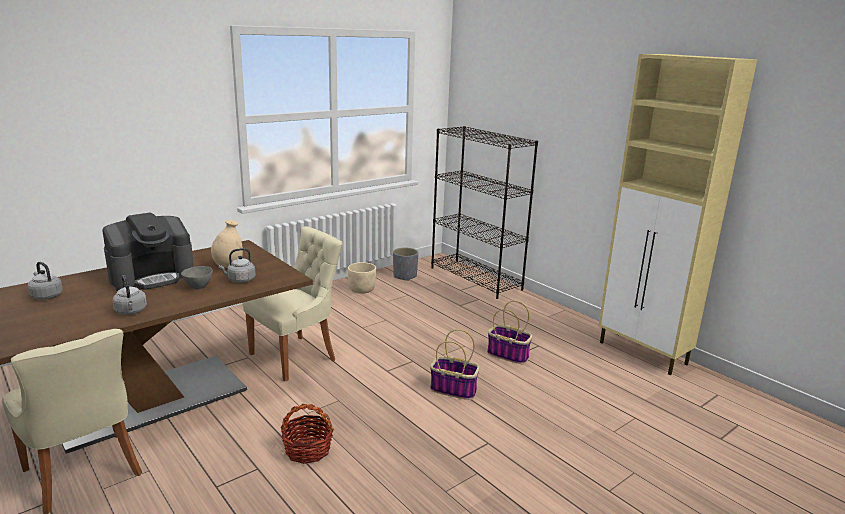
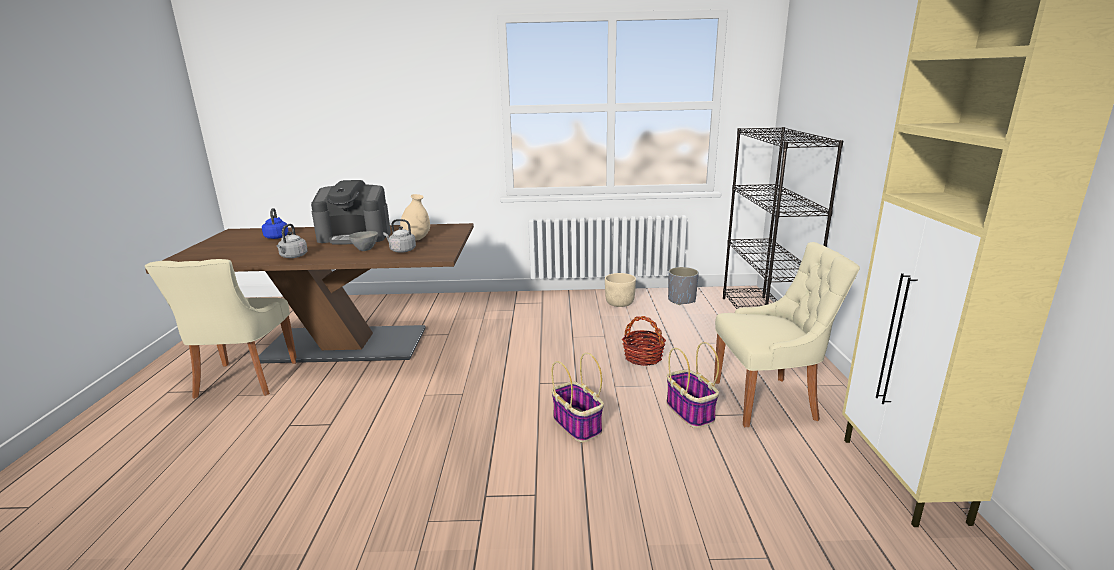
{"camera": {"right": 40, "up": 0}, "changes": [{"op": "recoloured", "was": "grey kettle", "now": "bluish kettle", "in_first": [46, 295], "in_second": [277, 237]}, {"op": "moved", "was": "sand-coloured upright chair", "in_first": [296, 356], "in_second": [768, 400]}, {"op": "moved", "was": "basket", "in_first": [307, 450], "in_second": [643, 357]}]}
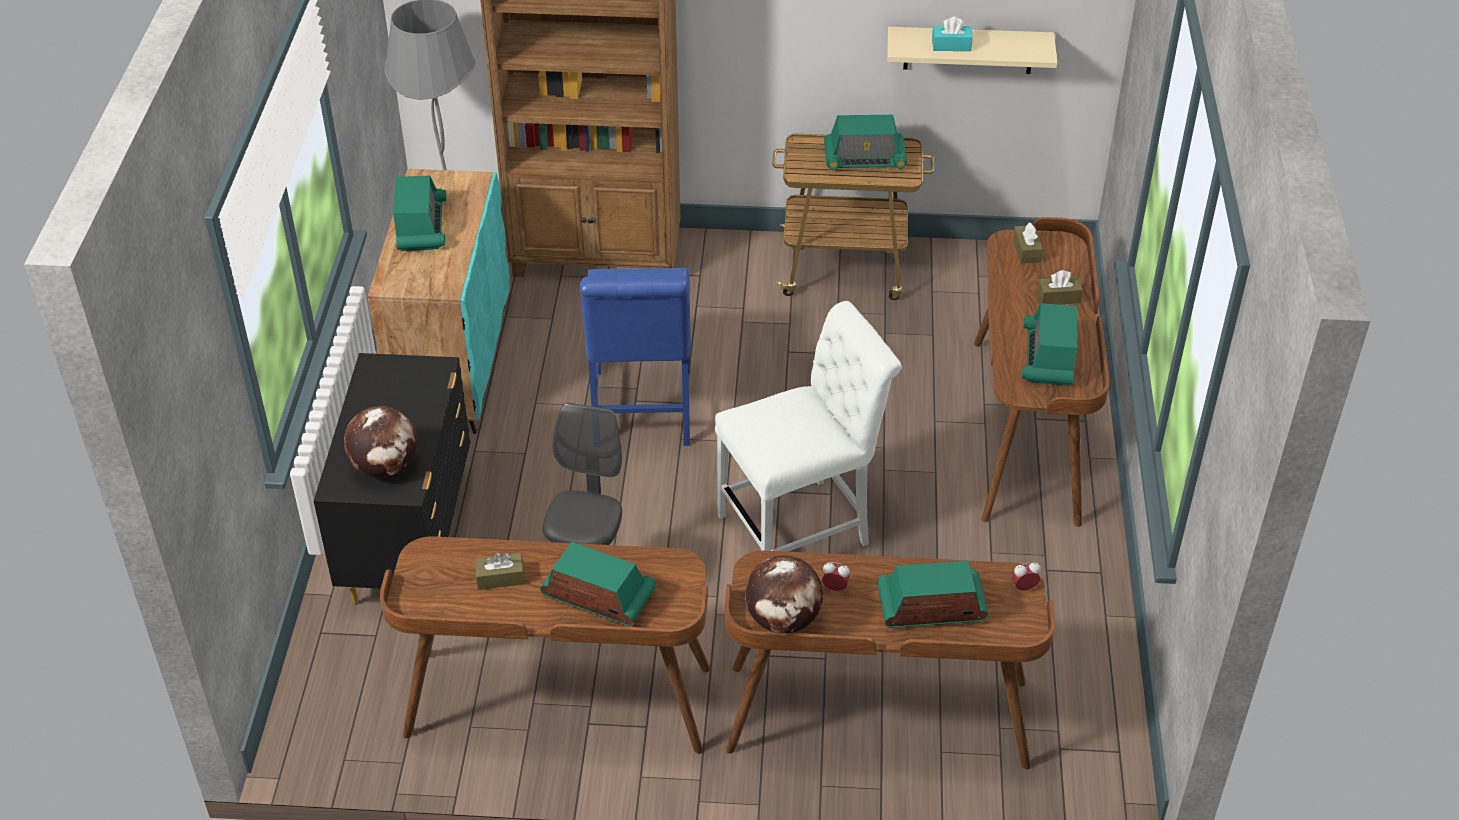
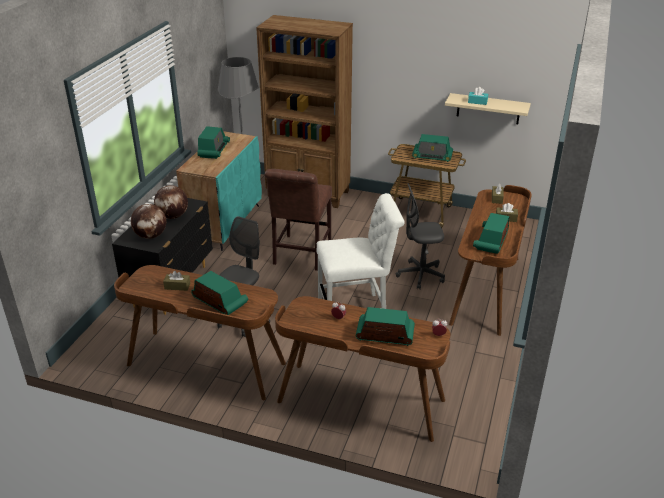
{"camera": {"right": 15, "up": -10}, "changes": [{"op": "recoloured", "was": "bluish upright chair", "now": "brown upright chair", "in_first": [641, 413], "in_second": [300, 254]}, {"op": "moved", "was": "desk globe", "in_first": [783, 620], "in_second": [173, 216]}, {"op": "added", "now": "grey desk chair", "in_second": [420, 275]}]}
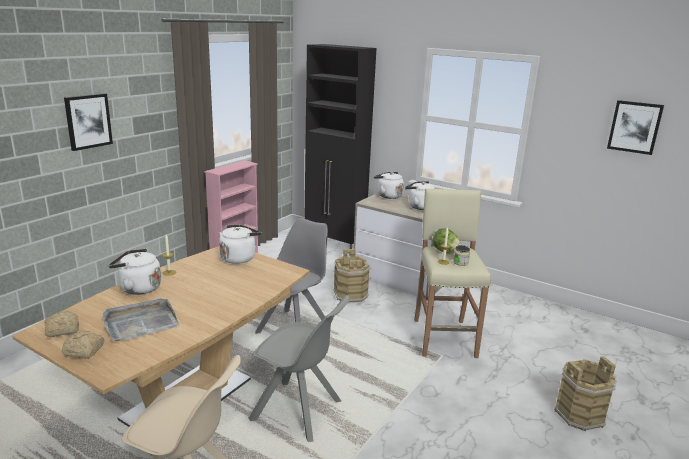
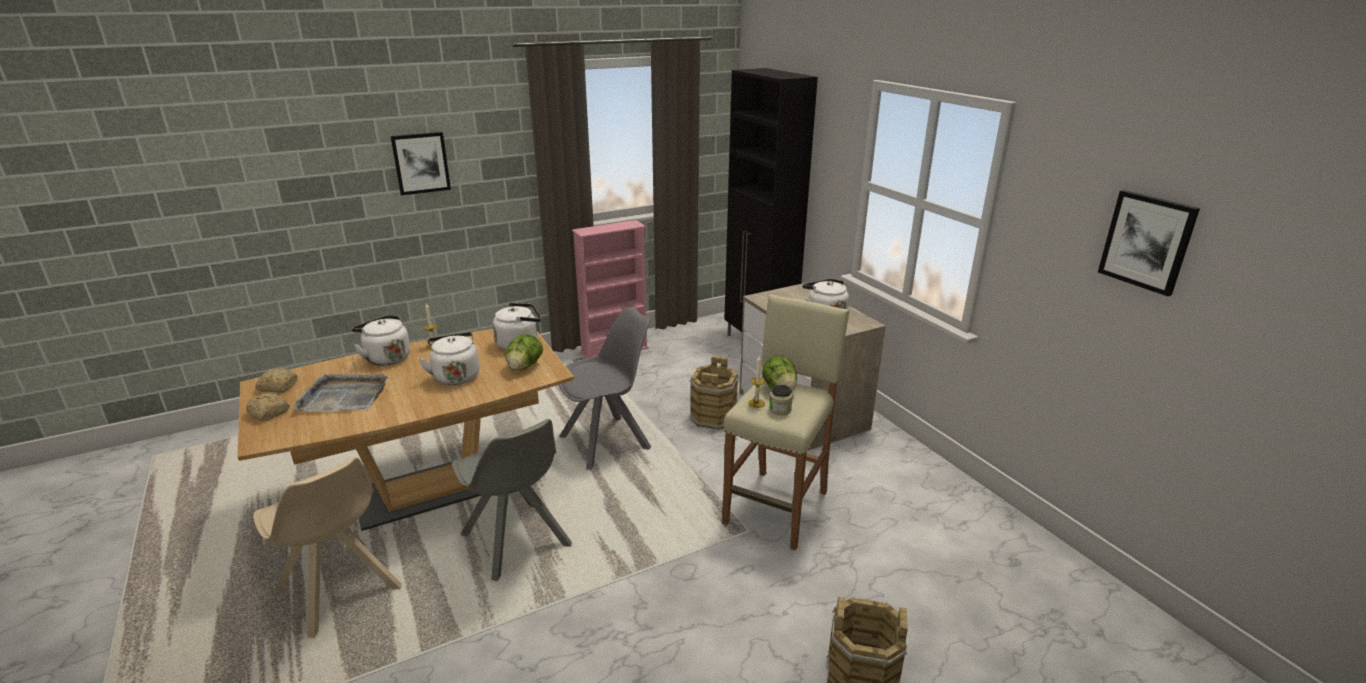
{"camera": {"right": 30, "up": 5}, "changes": [{"op": "moved", "was": "white kettle", "in_first": [388, 196], "in_second": [456, 376]}, {"op": "added", "now": "lettuce", "in_second": [524, 367]}]}
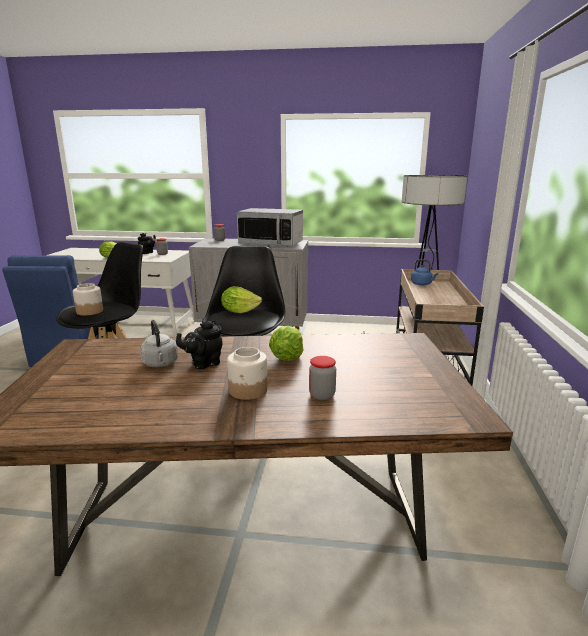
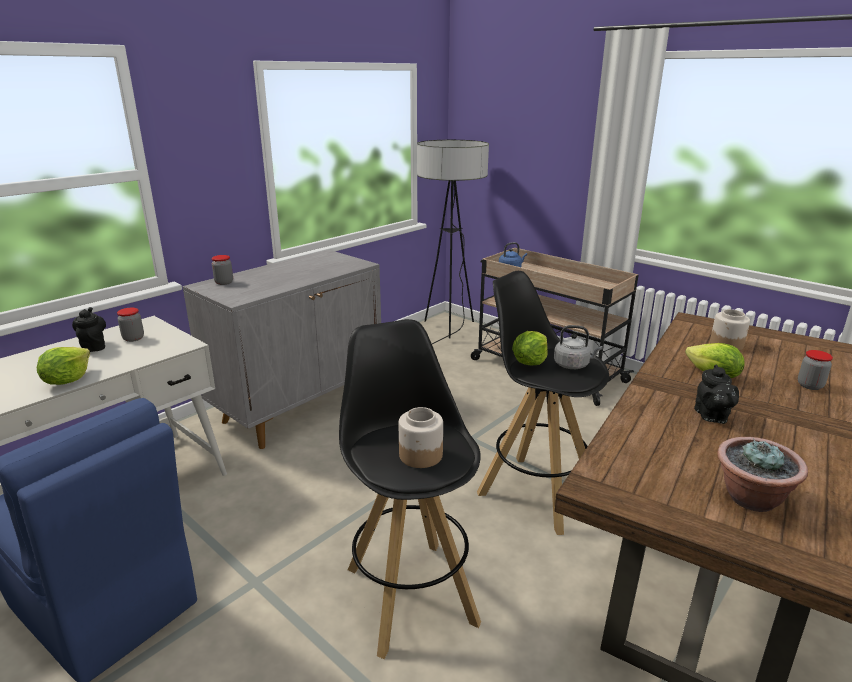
{"camera": {"right": -55, "up": 5}, "changes": [{"op": "moved", "was": "grey kettle", "in_first": [160, 364], "in_second": [573, 365]}, {"op": "moved", "was": "preserve jar", "in_first": [248, 390], "in_second": [727, 344]}, {"op": "removed", "was": "microwave oven", "in_first": [271, 243]}, {"op": "added", "now": "houseplant", "in_second": [751, 499]}]}
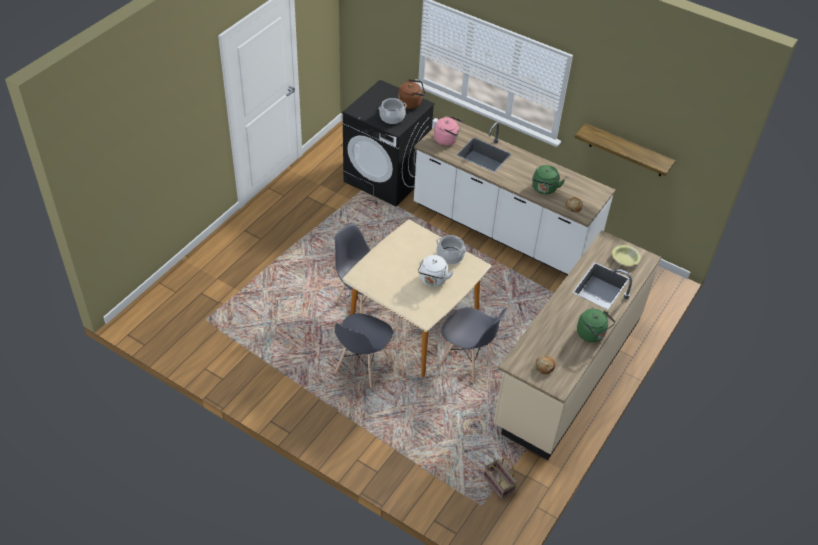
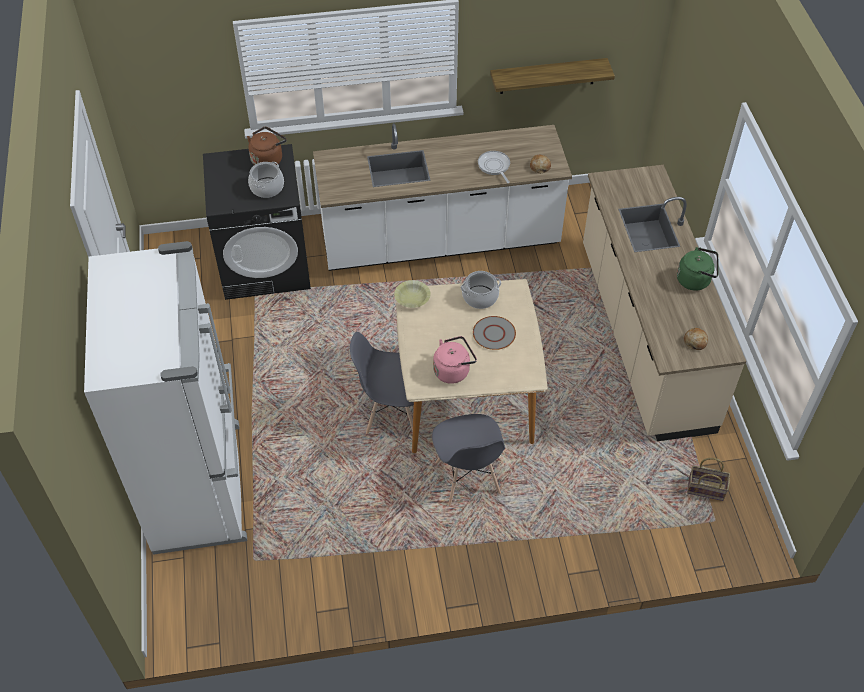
{"camera": {"right": -40, "up": 5}, "changes": [{"op": "replaced", "was": "white kettle", "now": "grey plate", "in_first": [433, 280], "in_second": [494, 334]}, {"op": "moved", "was": "pink kettle", "in_first": [447, 140], "in_second": [453, 370]}, {"op": "removed", "was": "grey upright chair", "in_first": [467, 360]}, {"op": "replaced", "was": "green kettle", "now": "skillet", "in_first": [544, 189], "in_second": [494, 166]}, {"op": "moved", "was": "yellow bowl", "in_first": [625, 259], "in_second": [412, 298]}, {"op": "added", "now": "white kitchen fridge", "in_second": [200, 485]}]}
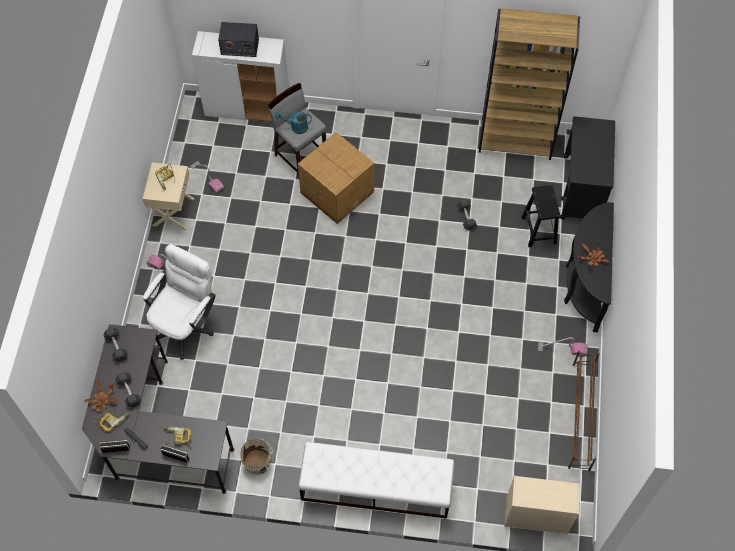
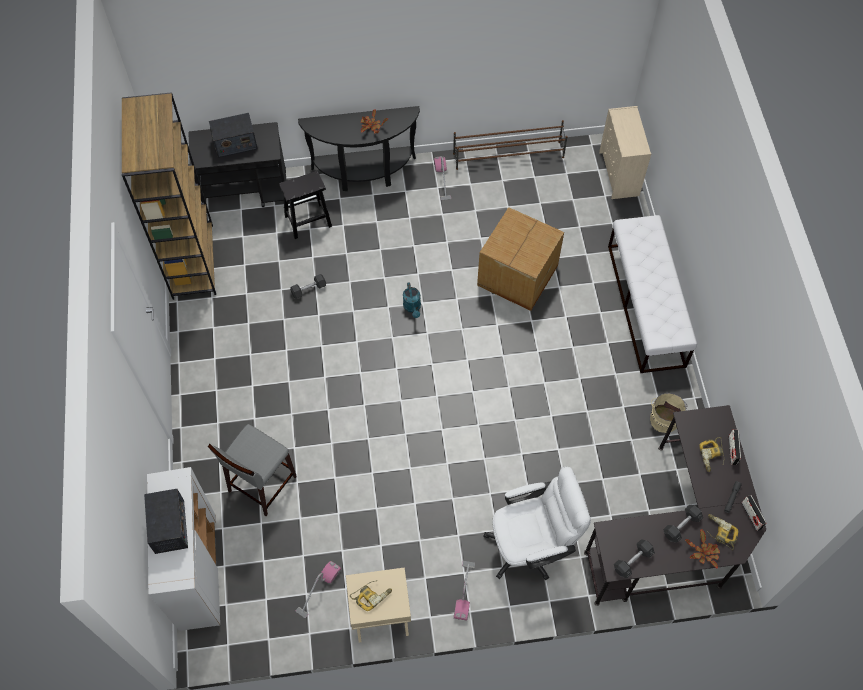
{"camera": {"right": -105, "up": 0}, "changes": [{"op": "turned", "was": "white desk chair", "in_first": [186, 324], "in_second": [531, 545], "clockwise": 150}, {"op": "moved", "was": "turquoise-coloured sprinkling can", "in_first": [296, 127], "in_second": [412, 308]}, {"op": "moved", "was": "packing box", "in_first": [337, 191], "in_second": [516, 276]}, {"op": "added", "now": "radio receiver", "in_second": [235, 143]}]}
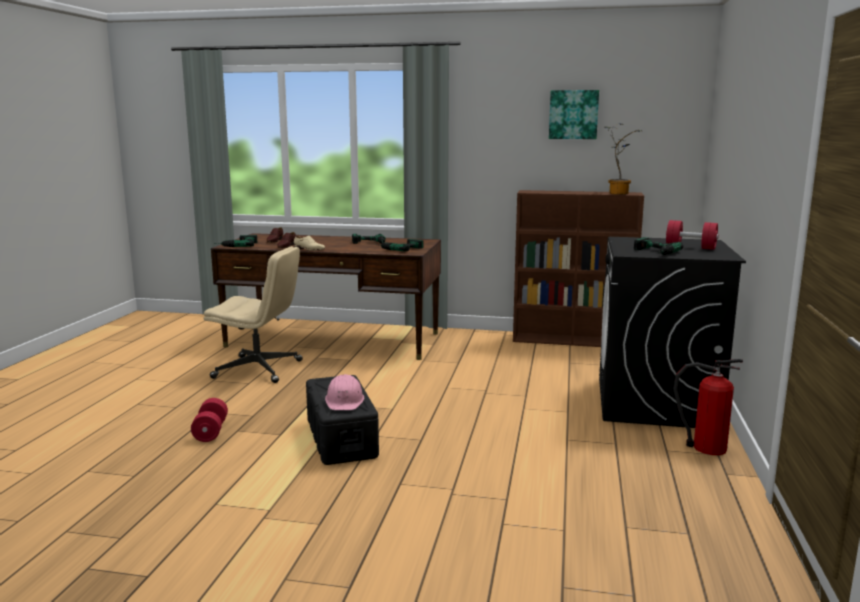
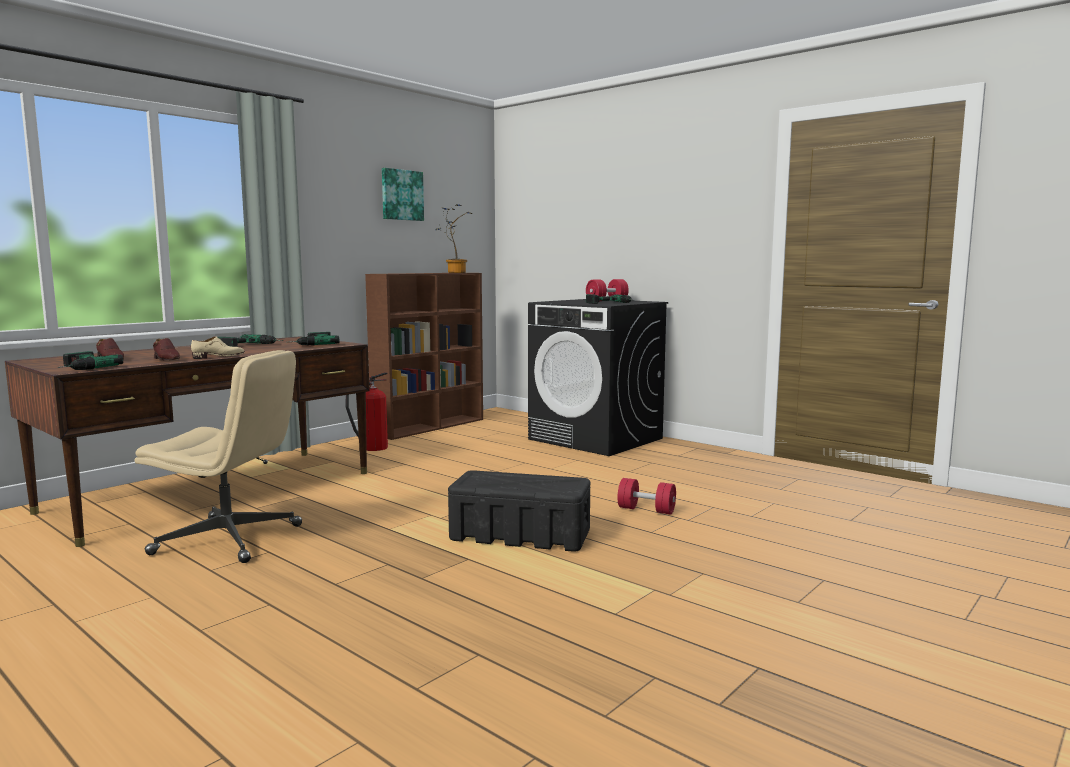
{"camera": {"right": -60, "up": -5}, "changes": [{"op": "moved", "was": "reddish free weight", "in_first": [210, 431], "in_second": [646, 510]}, {"op": "turned", "was": "sand-coloured desk chair", "in_first": [259, 369], "in_second": [230, 539], "clockwise": 60}, {"op": "removed", "was": "pink hard hat", "in_first": [344, 400]}, {"op": "moved", "was": "fire-fighting cylinder", "in_first": [706, 448], "in_second": [372, 448]}]}
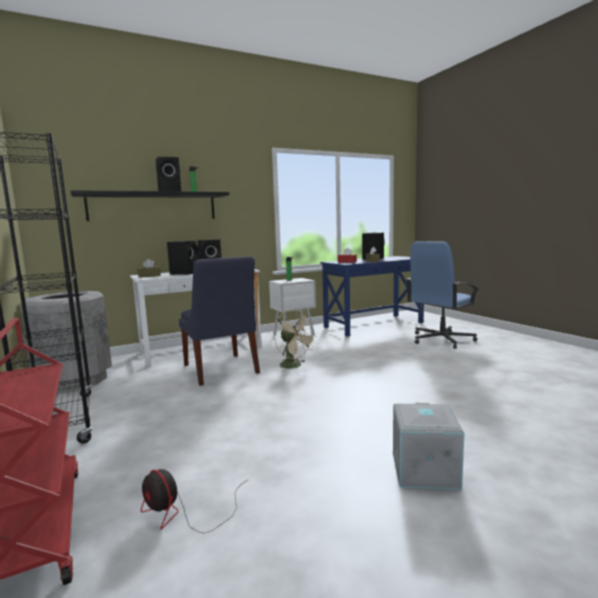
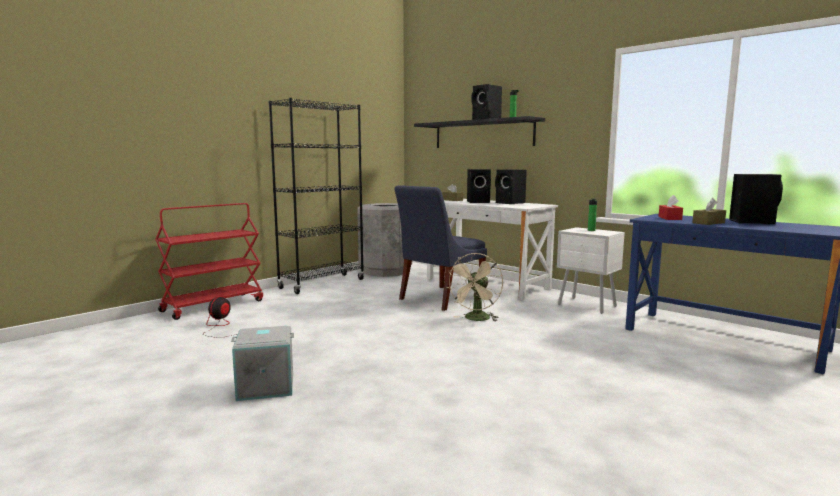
{"camera": {"right": 70, "up": 0}, "changes": [{"op": "removed", "was": "bluish desk chair", "in_first": [441, 340]}]}
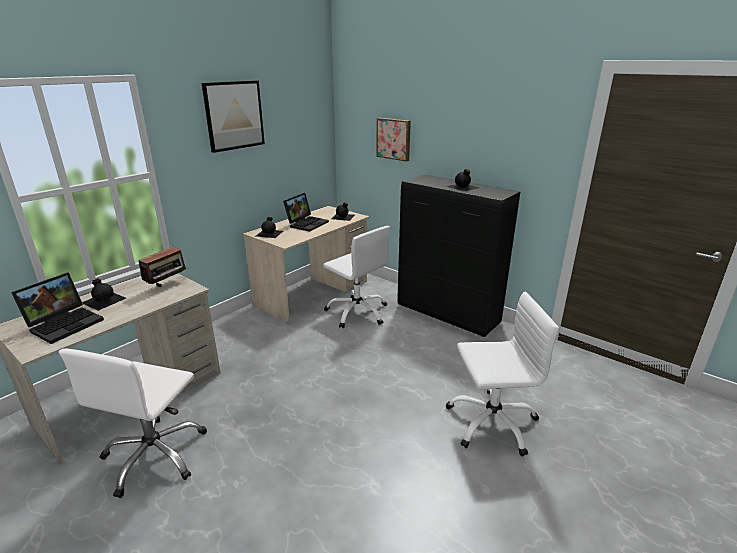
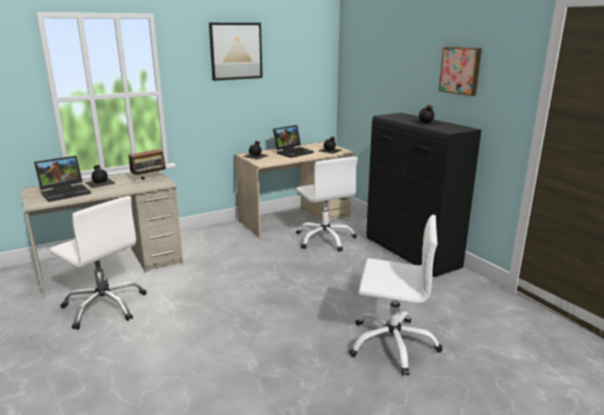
{"camera": {"right": 20, "up": -5}, "changes": [{"op": "turned", "was": "white desk chair", "in_first": [155, 455], "in_second": [105, 306], "clockwise": -90}, {"op": "moved", "was": "wall art", "in_first": [394, 139], "in_second": [460, 70]}]}
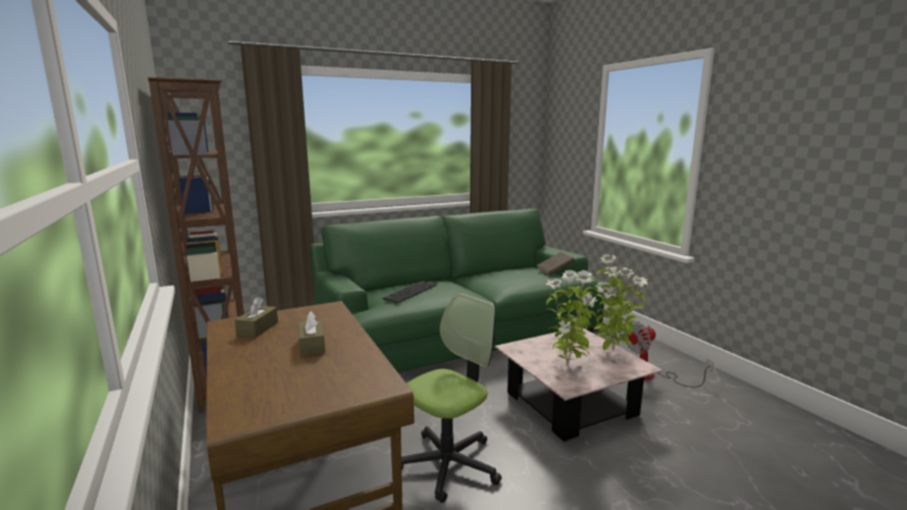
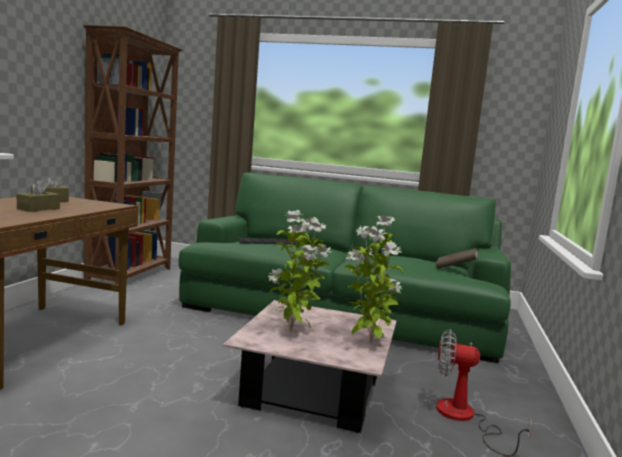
{"camera": {"right": 40, "up": -5}, "changes": [{"op": "removed", "was": "desk chair", "in_first": [449, 464]}]}
